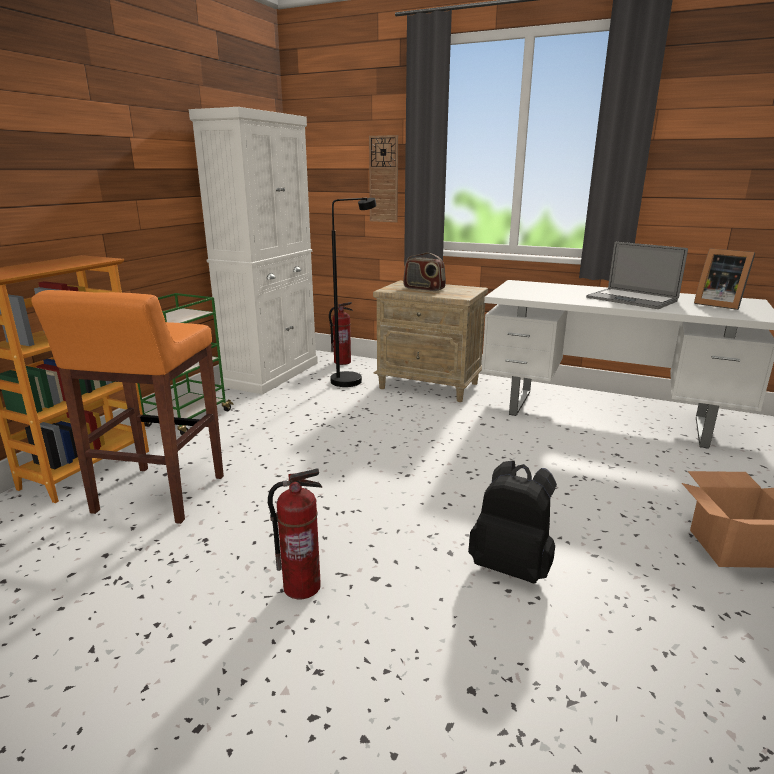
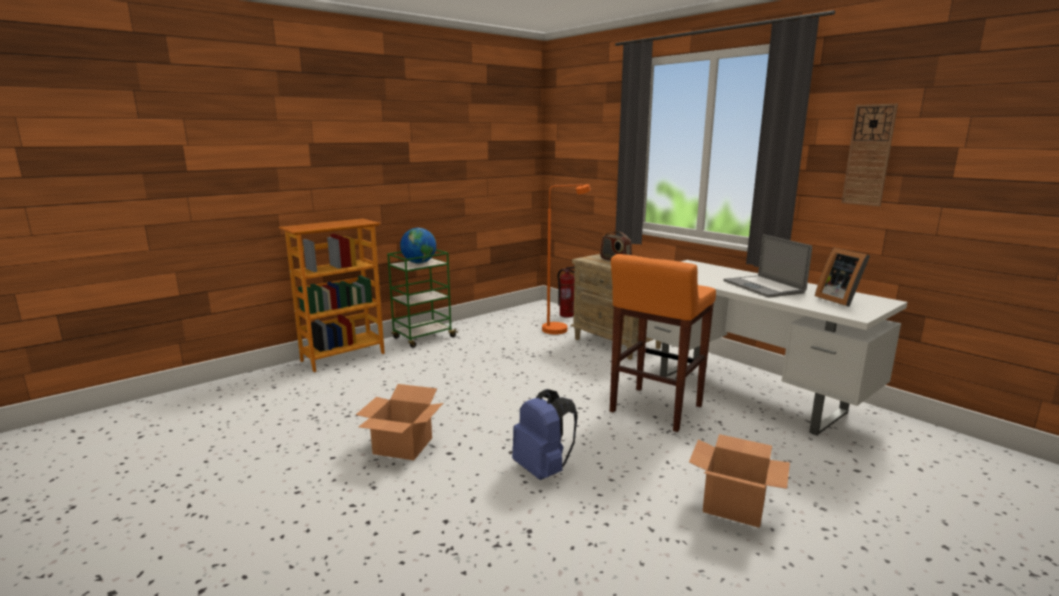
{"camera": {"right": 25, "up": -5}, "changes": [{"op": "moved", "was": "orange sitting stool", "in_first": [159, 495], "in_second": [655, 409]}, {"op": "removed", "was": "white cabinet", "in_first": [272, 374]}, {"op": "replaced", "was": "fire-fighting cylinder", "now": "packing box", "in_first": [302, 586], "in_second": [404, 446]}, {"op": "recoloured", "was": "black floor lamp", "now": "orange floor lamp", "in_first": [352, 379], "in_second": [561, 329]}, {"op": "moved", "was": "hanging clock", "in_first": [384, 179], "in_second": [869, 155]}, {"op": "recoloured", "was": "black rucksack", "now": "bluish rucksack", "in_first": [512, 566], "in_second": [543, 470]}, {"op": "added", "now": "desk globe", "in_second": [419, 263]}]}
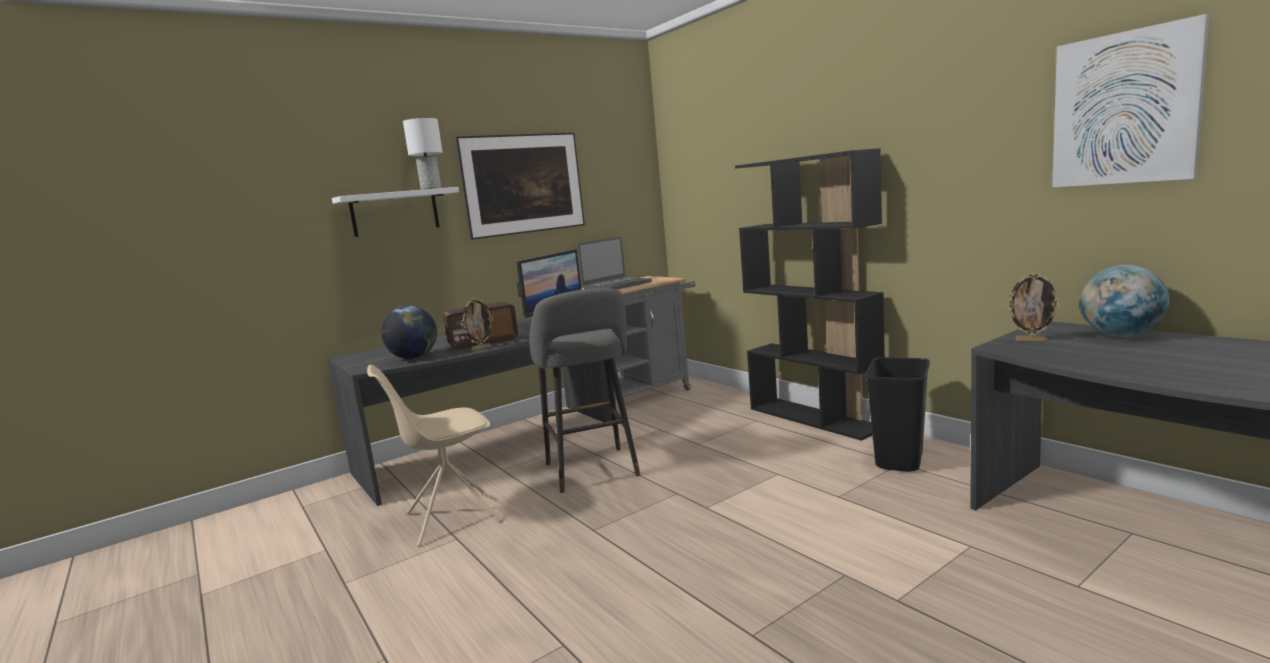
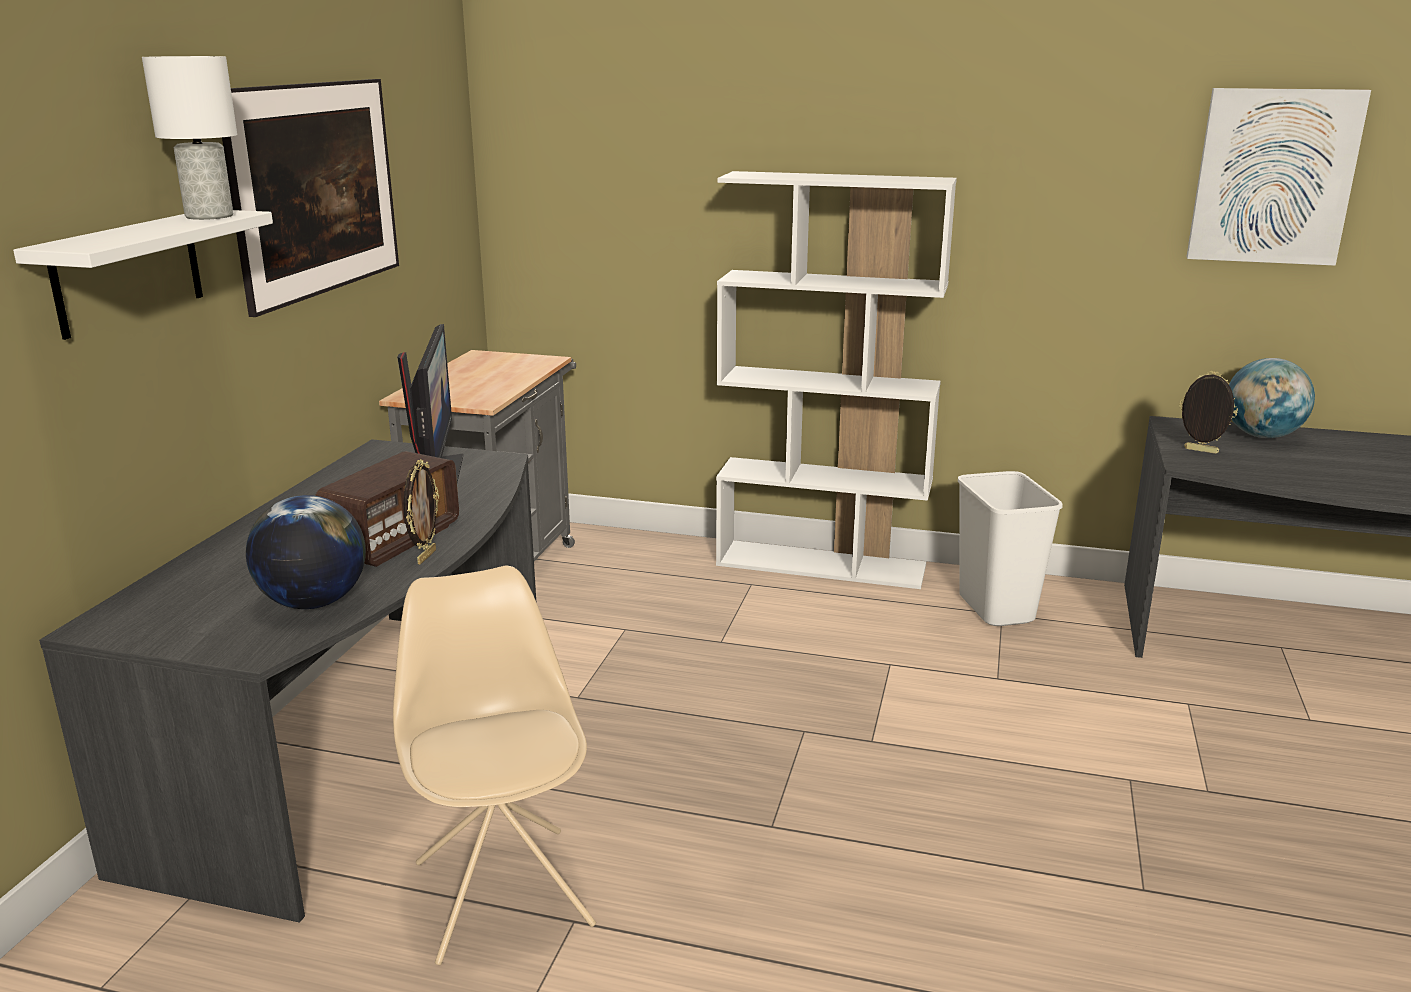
{"camera": {"right": -40, "up": 10}, "changes": [{"op": "turned", "was": "sand-coloured upright chair", "in_first": [451, 518], "in_second": [502, 891], "clockwise": 135}, {"op": "removed", "was": "grey sitting stool", "in_first": [593, 472]}, {"op": "removed", "was": "laptop", "in_first": [616, 285]}, {"op": "recoloured", "was": "black bookcase", "now": "white bookcase", "in_first": [815, 418], "in_second": [822, 564]}, {"op": "recoloured", "was": "black waste bin", "now": "white waste bin", "in_first": [898, 460], "in_second": [994, 609]}, {"op": "turned", "was": "photo frame", "in_first": [1031, 340], "in_second": [1200, 451], "clockwise": -135}]}
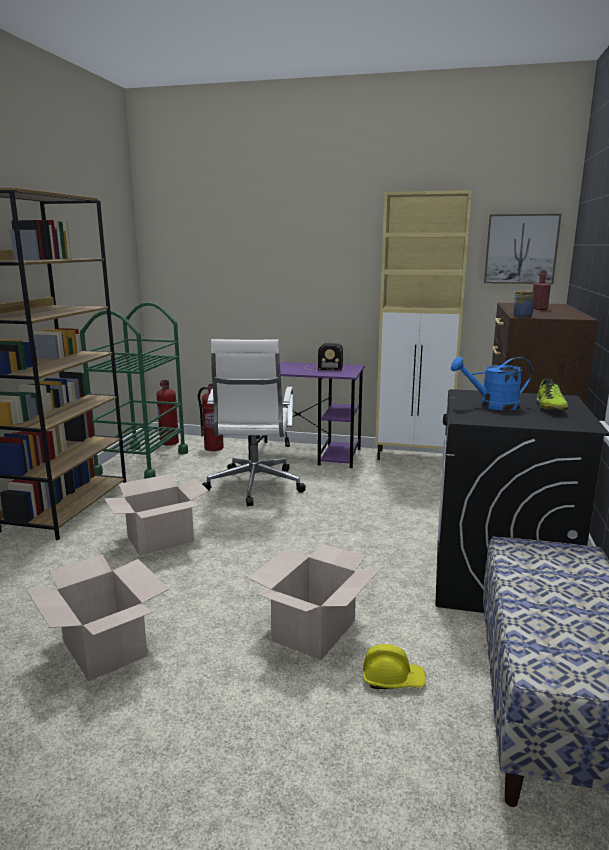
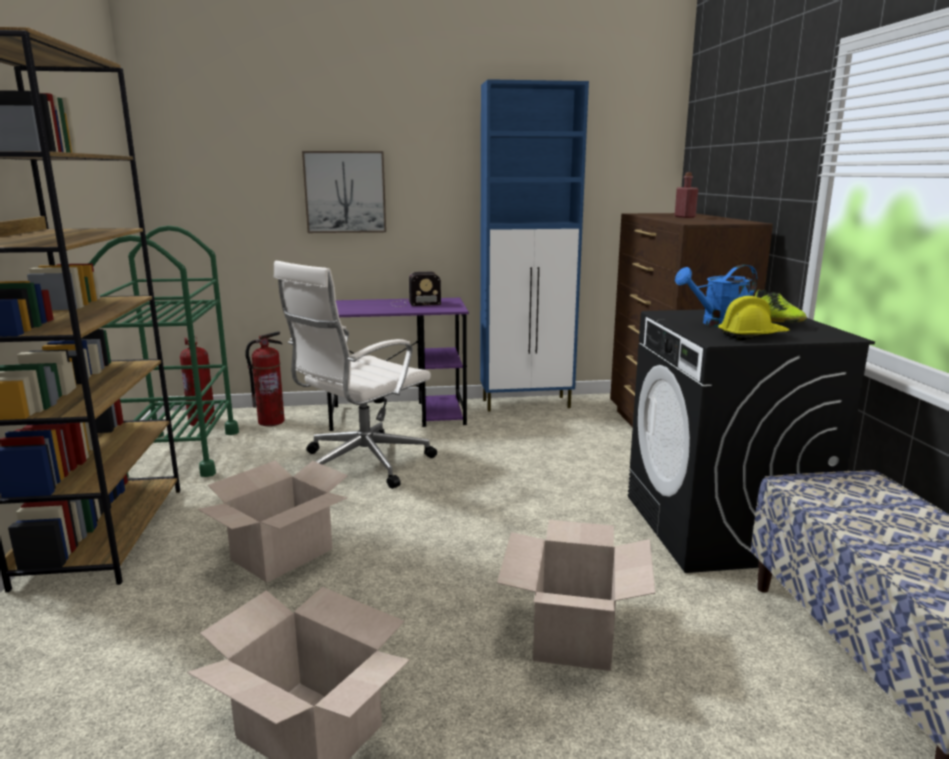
{"camera": {"right": -20, "up": 0}, "changes": [{"op": "turned", "was": "white desk chair", "in_first": [254, 487], "in_second": [361, 464], "clockwise": 60}, {"op": "moved", "was": "yellow hard hat", "in_first": [392, 679], "in_second": [752, 335]}, {"op": "recoloured", "was": "sand-coloured cabinet", "now": "bluish cabinet", "in_first": [414, 457], "in_second": [527, 404]}, {"op": "moved", "was": "wall art", "in_first": [521, 249], "in_second": [345, 192]}, {"op": "removed", "was": "preserve jar", "in_first": [521, 316]}]}
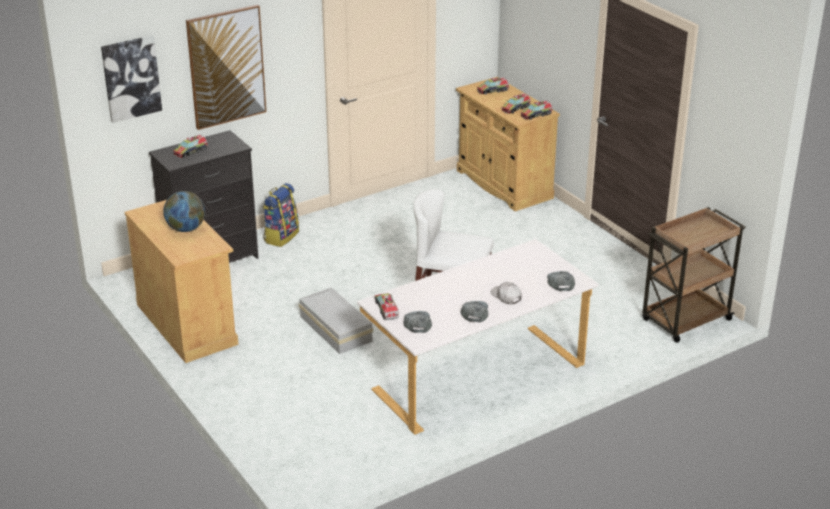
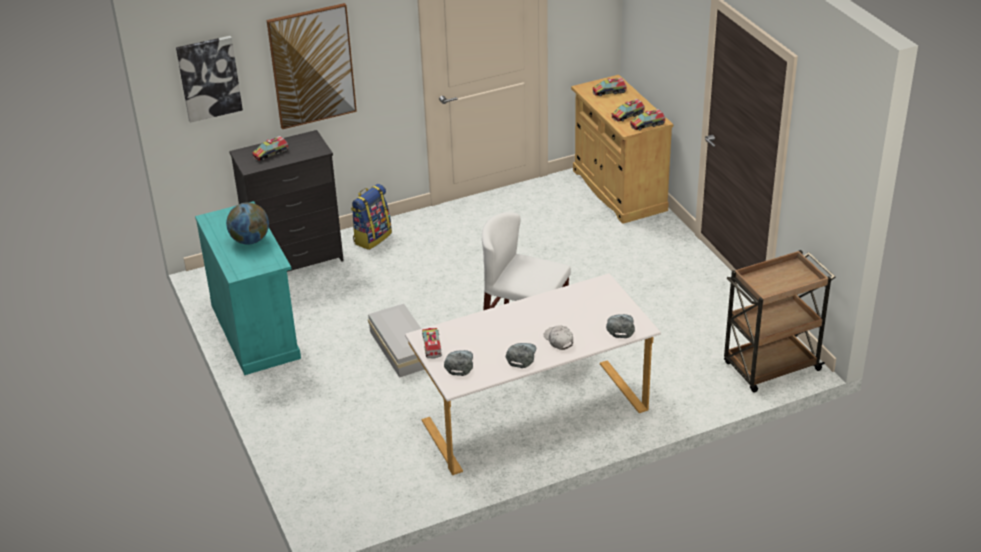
{"camera": {"right": 10, "up": 5}, "changes": [{"op": "recoloured", "was": "sand-coloured cabinet", "now": "turquoise-coloured cabinet", "in_first": [187, 324], "in_second": [255, 331]}]}
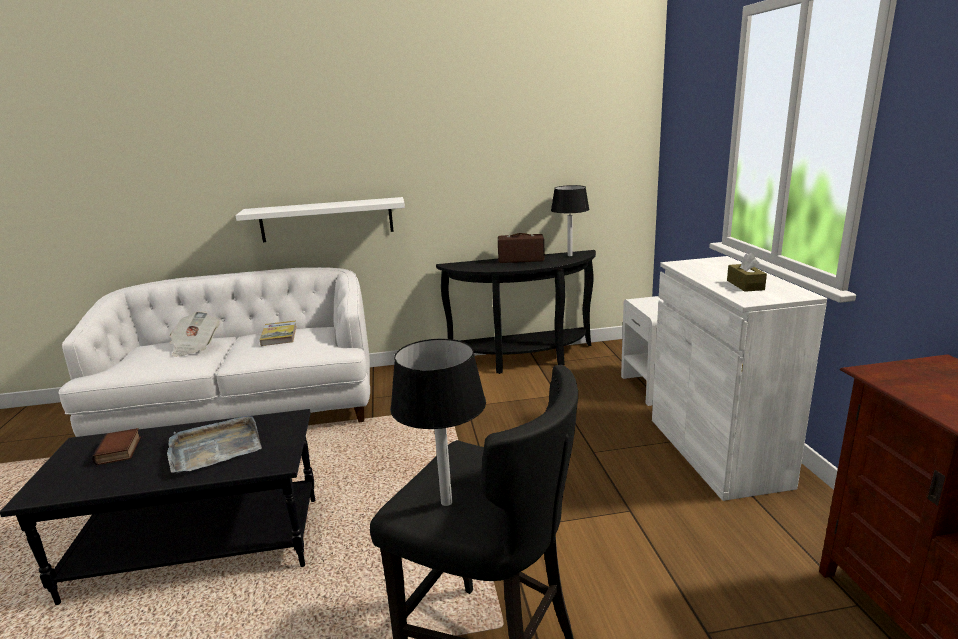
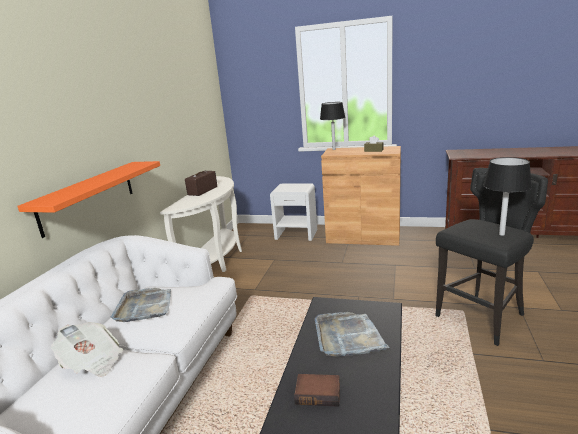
{"camera": {"right": -65, "up": 0}, "changes": [{"op": "recoloured", "was": "white wall shelf", "now": "orange wall shelf", "in_first": [327, 219], "in_second": [88, 196]}, {"op": "replaced", "was": "volume", "now": "grey carrying tray", "in_first": [279, 335], "in_second": [144, 307]}, {"op": "recoloured", "was": "black hall table", "now": "white hall table", "in_first": [524, 360], "in_second": [217, 260]}, {"op": "moved", "was": "black table lamp", "in_first": [569, 255], "in_second": [333, 149]}, {"op": "recoloured", "was": "white cabinet", "now": "brown cabinet", "in_first": [716, 451], "in_second": [363, 237]}]}
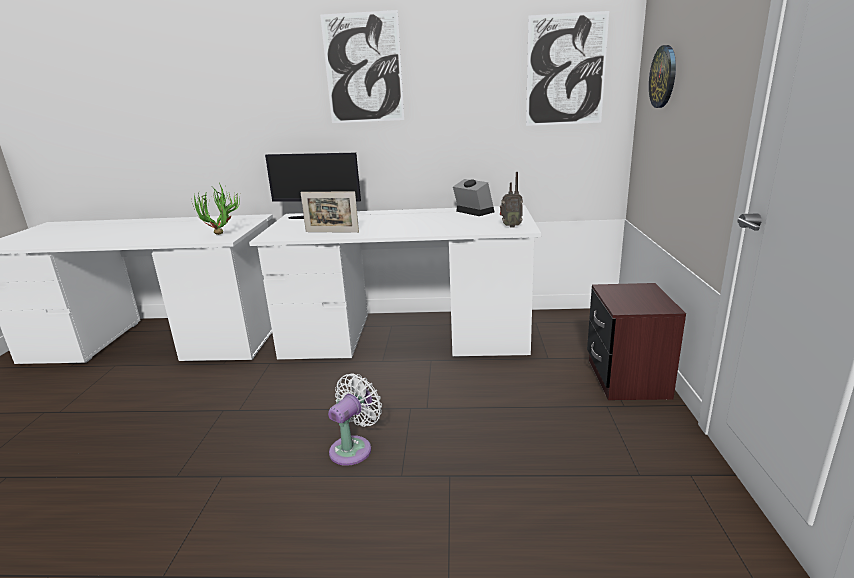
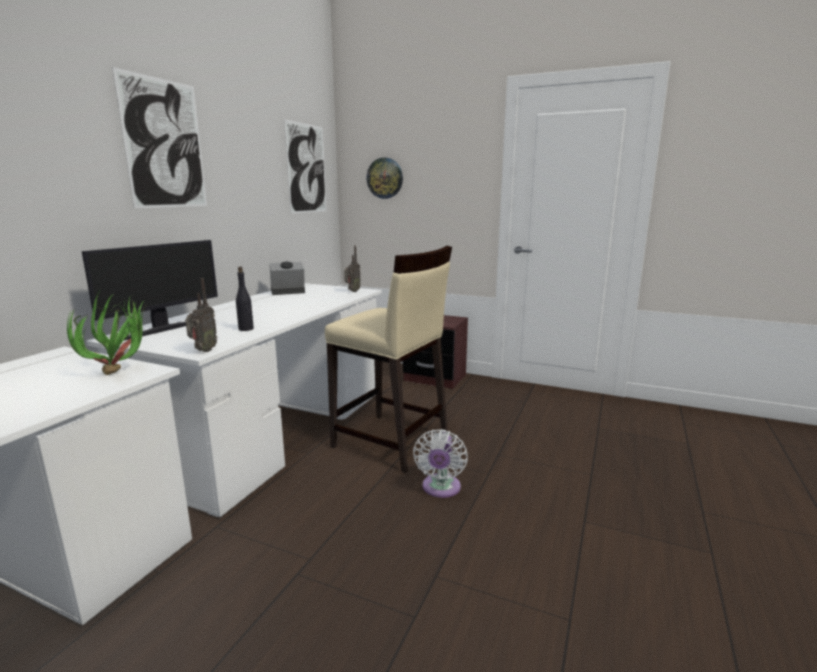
{"camera": {"right": -70, "up": -5}, "changes": [{"op": "replaced", "was": "photo frame", "now": "black bottle", "in_first": [332, 232], "in_second": [246, 329]}, {"op": "turned", "was": "white cooling fan", "in_first": [354, 448], "in_second": [440, 489], "clockwise": -135}, {"op": "added", "now": "radio receiver", "in_second": [203, 351]}, {"op": "added", "now": "sand-coloured sitting stool", "in_second": [391, 442]}]}
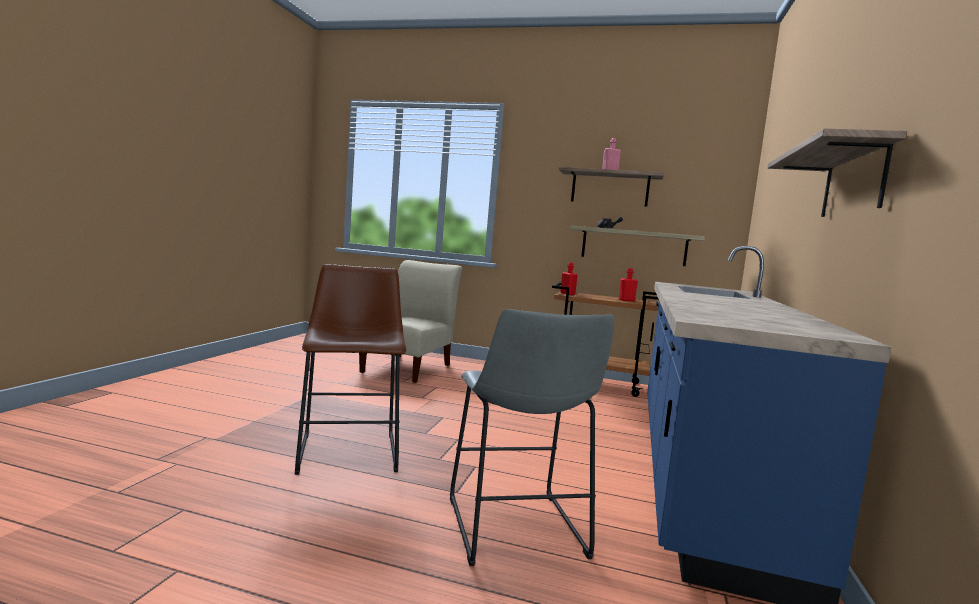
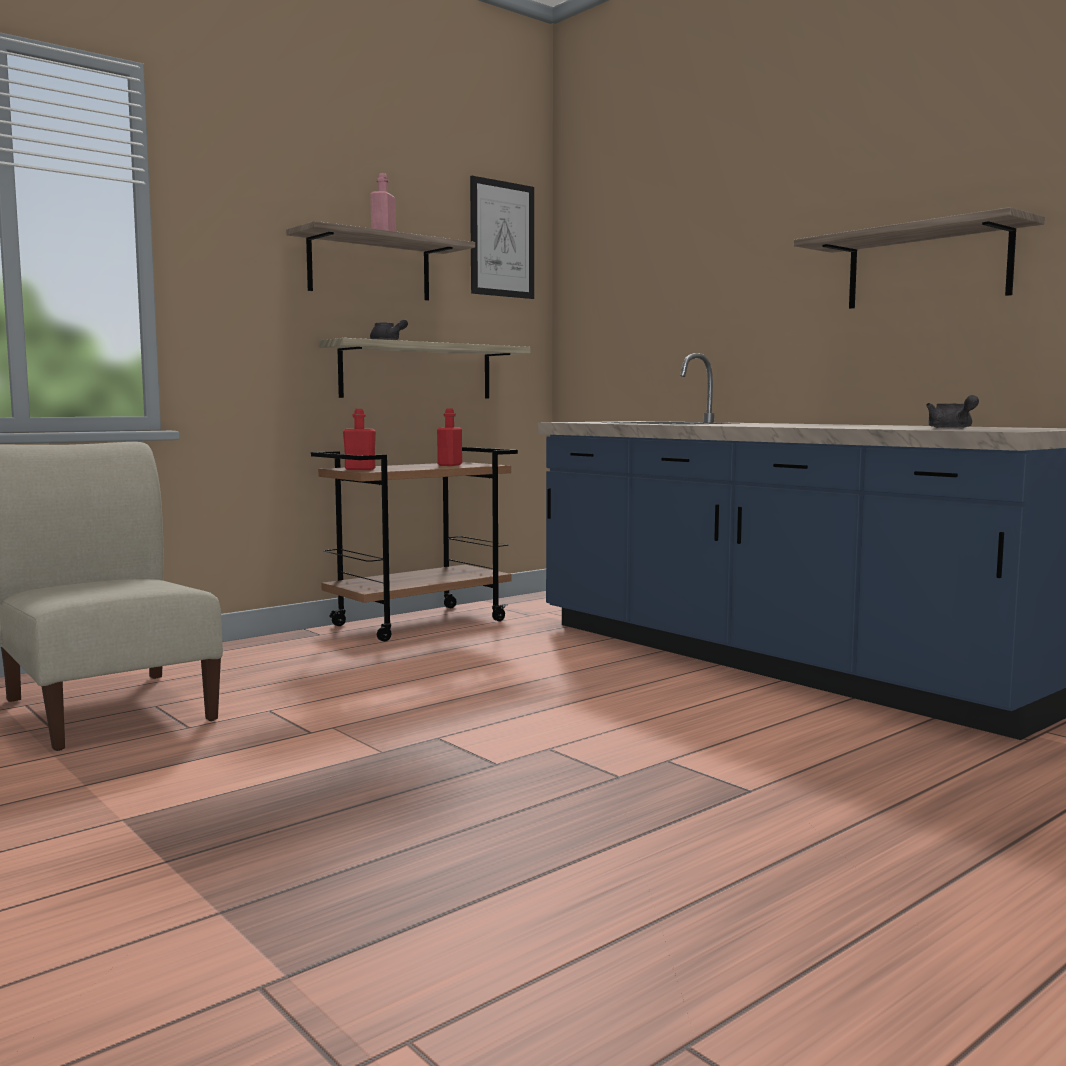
{"camera": {"right": -55, "up": 0}, "changes": [{"op": "removed", "was": "brown sitting stool", "in_first": [349, 449]}, {"op": "removed", "was": "grey sitting stool", "in_first": [516, 532]}, {"op": "added", "now": "wall art", "in_second": [502, 239]}, {"op": "added", "now": "grey teapot", "in_second": [952, 428]}]}
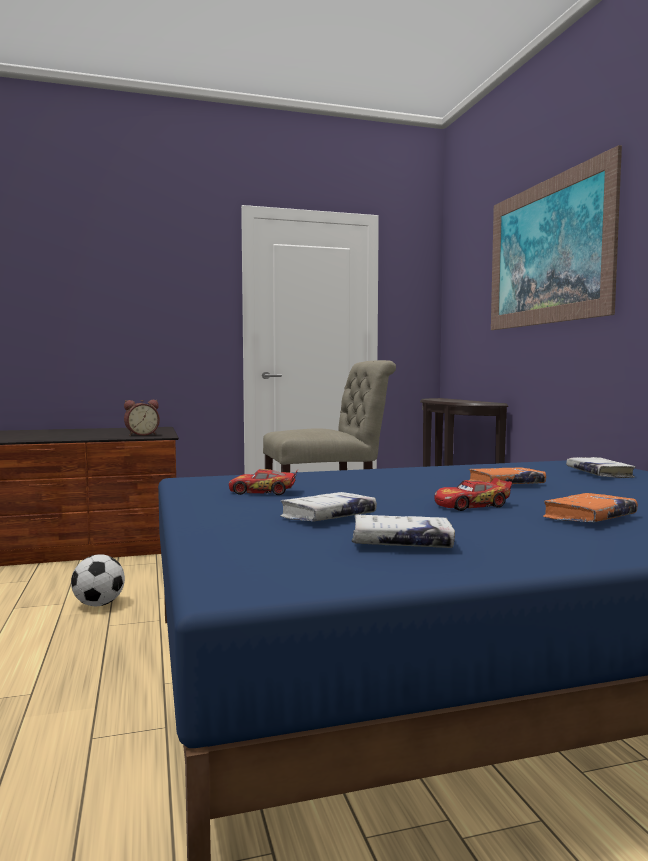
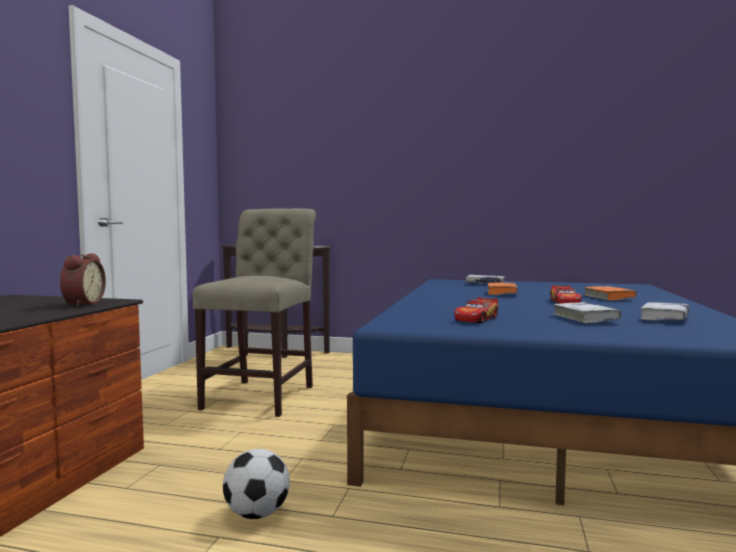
{"camera": {"right": -60, "up": 0}, "changes": [{"op": "removed", "was": "wall art", "in_first": [547, 252]}]}
